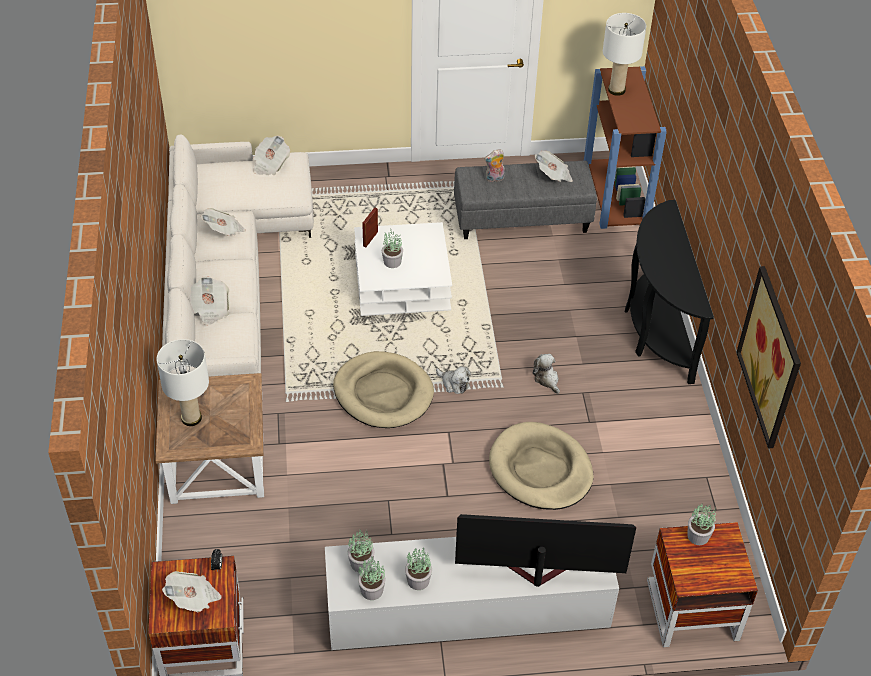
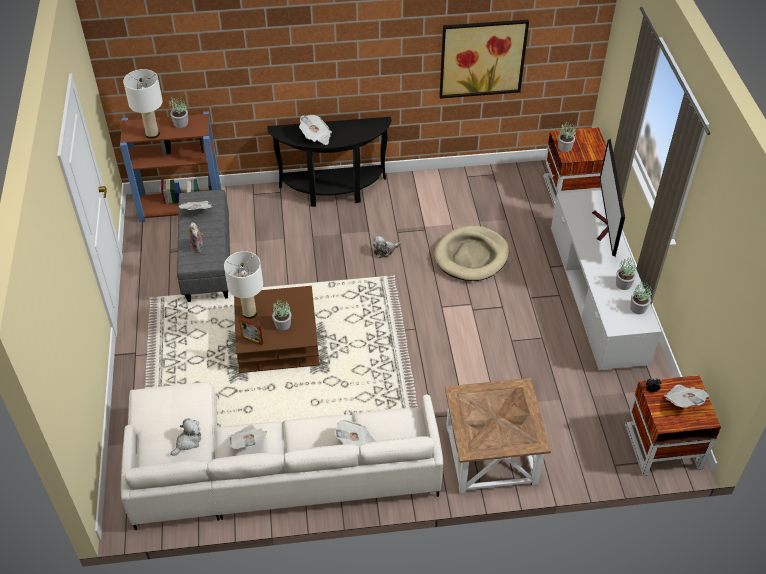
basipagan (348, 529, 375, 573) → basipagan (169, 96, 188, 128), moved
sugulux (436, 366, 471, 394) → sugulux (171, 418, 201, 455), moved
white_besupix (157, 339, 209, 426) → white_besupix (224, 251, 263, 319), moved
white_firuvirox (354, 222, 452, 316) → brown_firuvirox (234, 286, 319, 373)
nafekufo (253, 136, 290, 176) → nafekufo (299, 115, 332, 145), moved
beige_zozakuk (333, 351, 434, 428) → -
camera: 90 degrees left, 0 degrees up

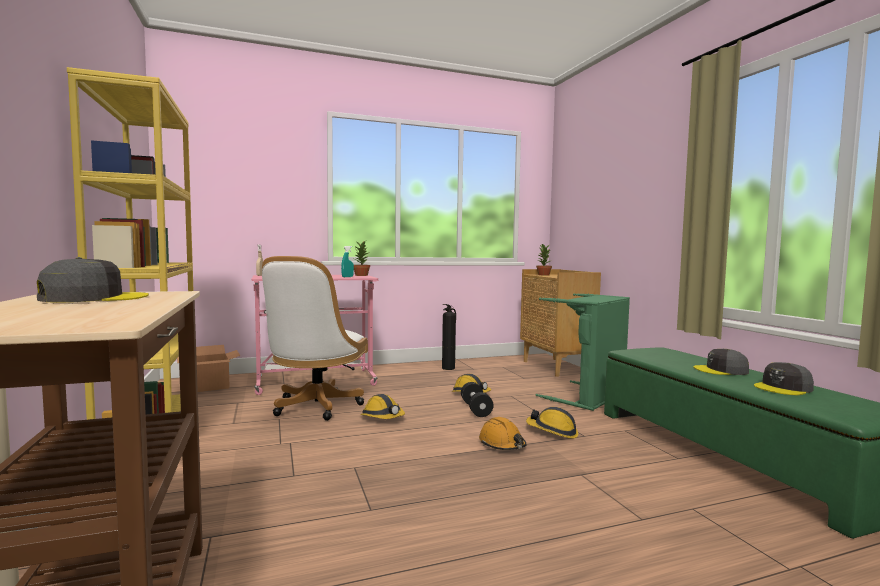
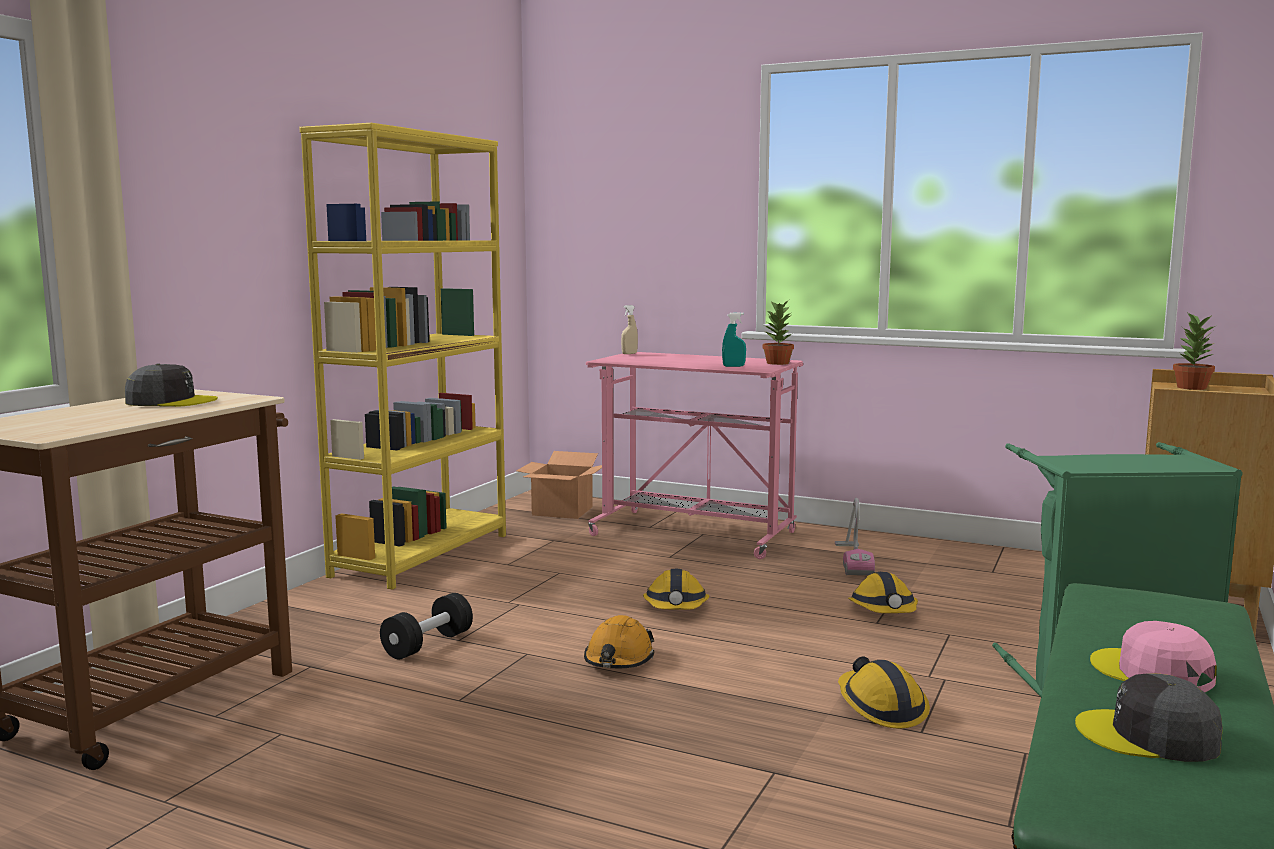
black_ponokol (461, 382, 494, 417) → black_ponokol (380, 593, 473, 660), moved
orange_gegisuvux (479, 417, 526, 450) → orange_gegisuvux (584, 615, 654, 668), moved
- → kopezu (835, 498, 875, 575)
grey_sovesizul (693, 349, 749, 375) → pink_sovesizul (1090, 621, 1217, 692)
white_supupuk (262, 256, 368, 421) → -
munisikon (442, 304, 456, 370) → -
camera: 45 degrees right, 5 degrees up

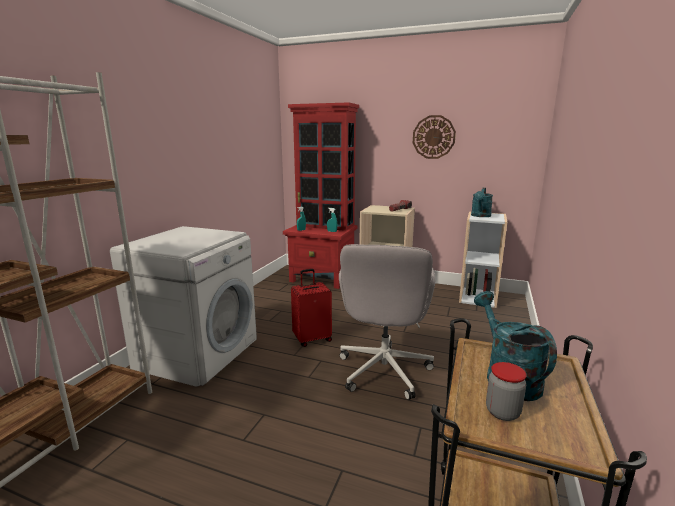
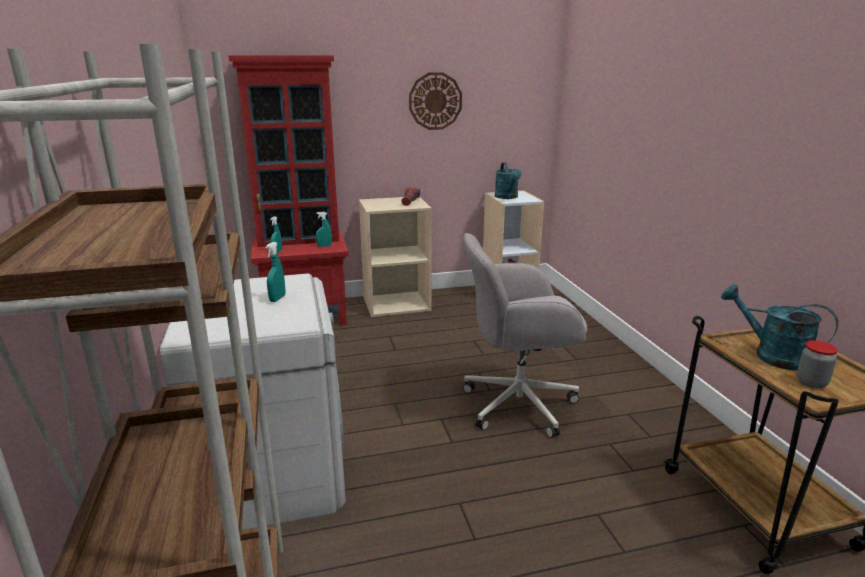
- → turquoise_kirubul (265, 242, 285, 302)
grey_supupuk (339, 244, 435, 400) → grey_supupuk (463, 233, 587, 438), 105 degrees clockwise
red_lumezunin (291, 269, 332, 347) → -
camera: 35 degrees left, 5 degrees up

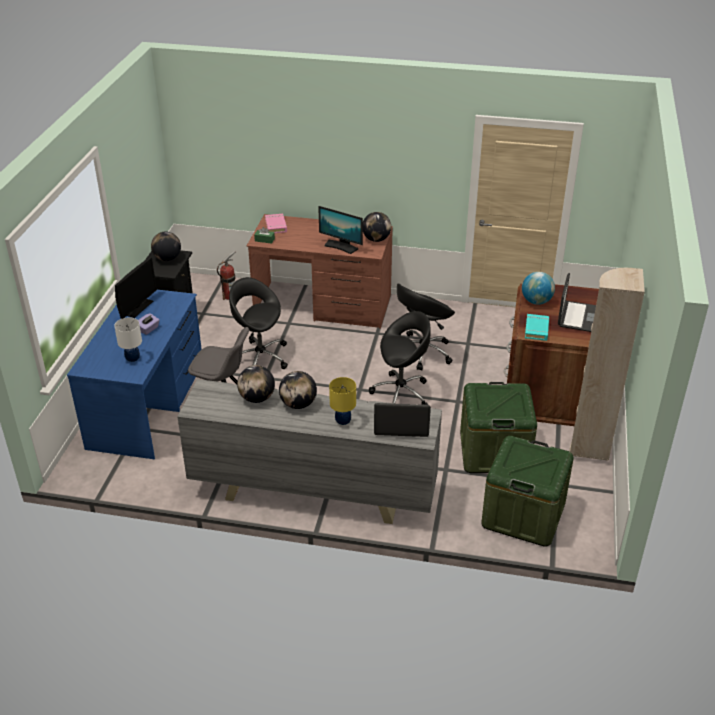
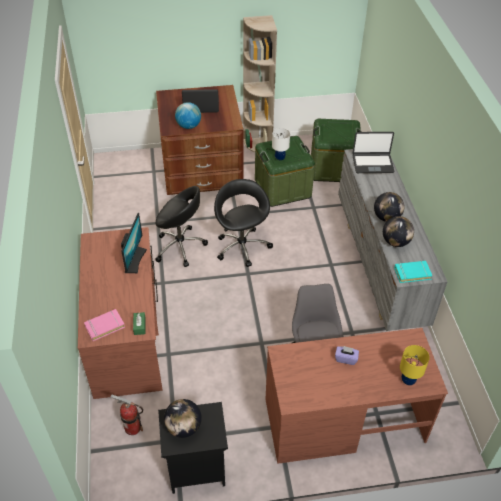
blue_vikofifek (67, 290, 202, 459) → brown_vikofifek (265, 328, 448, 463)
white_besupix (114, 318, 142, 362) → white_besupix (272, 128, 290, 160), moved
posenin (374, 403, 431, 437) → posenin (352, 132, 394, 173), 75 degrees counterclockwise
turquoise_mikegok (525, 314, 549, 341) → turquoise_mikegok (394, 261, 432, 283), moved
yellow_besupix (329, 377, 356, 425) → yellow_besupix (400, 345, 430, 385), moved
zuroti (115, 257, 157, 319) → -
black_supupuk (229, 277, 288, 369) → -
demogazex (363, 212, 391, 242) → -
camera: 110 degrees left, 10 degrees up

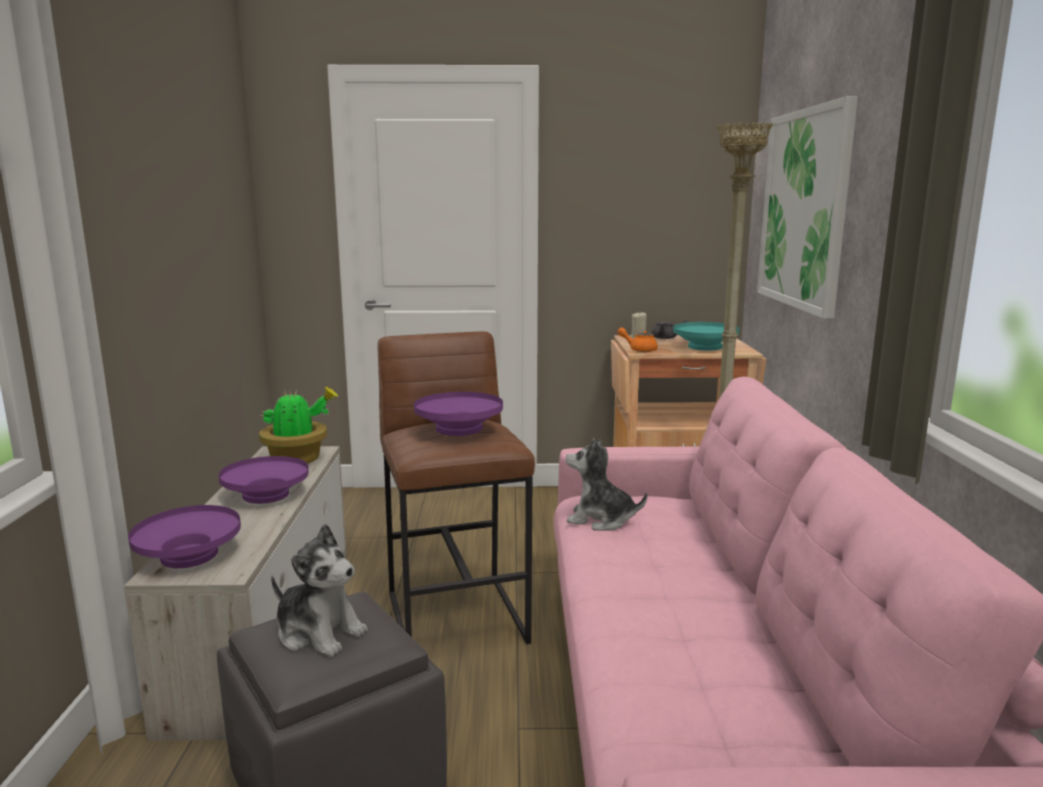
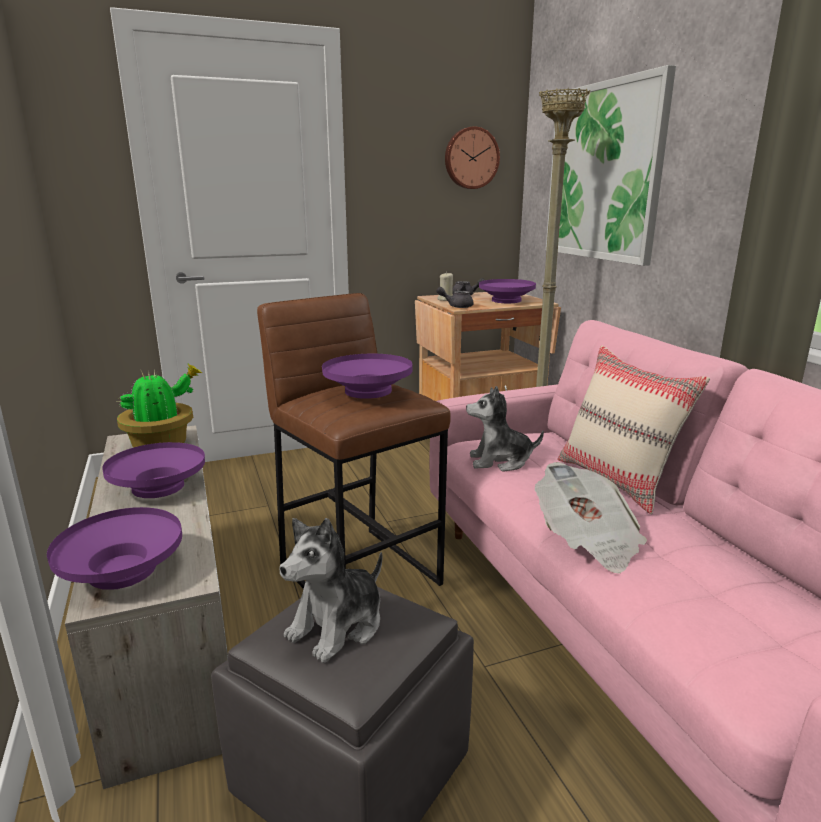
sugulux (271, 524, 368, 657) → sugulux (280, 518, 382, 663), 120 degrees clockwise
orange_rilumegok (617, 328, 658, 352) → grey_rilumegok (436, 287, 474, 308)
- → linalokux (445, 126, 500, 189)
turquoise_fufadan (673, 322, 739, 351) → purple_fufadan (479, 279, 536, 303)
- → nafekufo (535, 462, 647, 574)
- → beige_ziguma (558, 345, 710, 514)
camera: 20 degrees left, 5 degrees up

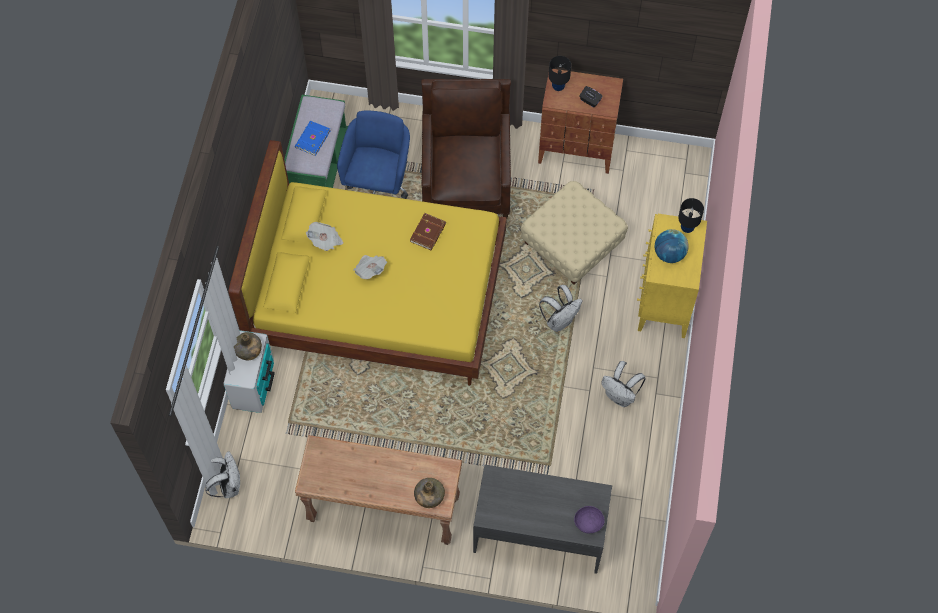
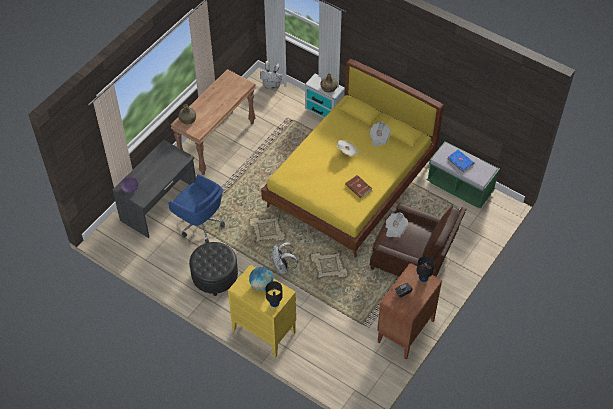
blue_supupuk (337, 110, 410, 199) → blue_supupuk (169, 174, 225, 243), moved
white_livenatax (601, 361, 646, 407) → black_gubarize (189, 242, 238, 296)
- → nafekufo (385, 212, 408, 237)
beige_gubarize (521, 181, 628, 285) → -
camera: 115 degrees right, 10 degrees down

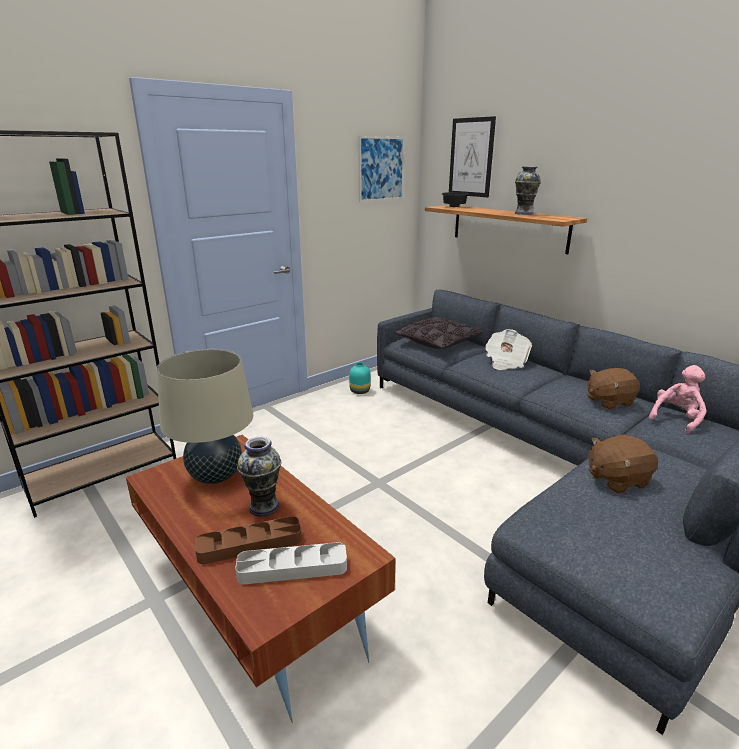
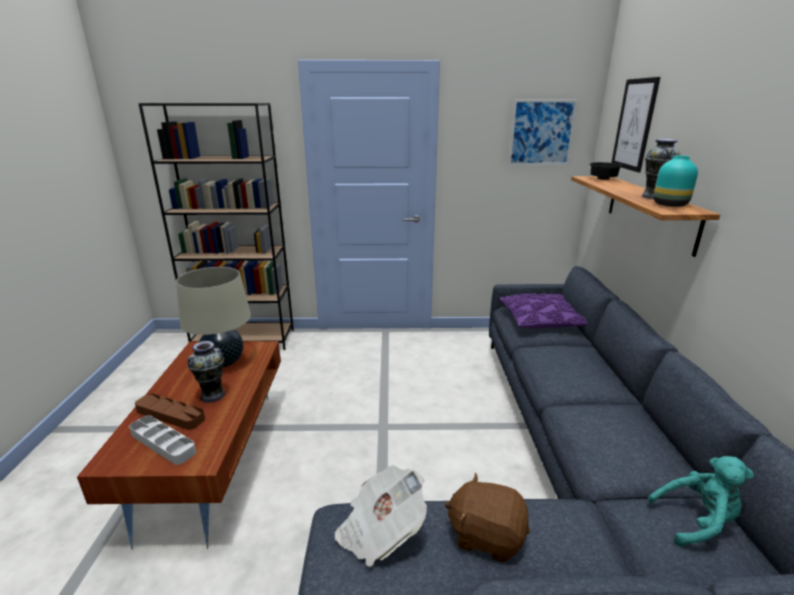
nafekufo (485, 329, 532, 370) → nafekufo (335, 465, 427, 567), moved
black_ziguma (395, 317, 482, 349) → purple_ziguma (499, 293, 588, 328)
pink_sugulux (649, 365, 706, 434) → turquoise_sugulux (647, 456, 754, 547)
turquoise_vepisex (349, 362, 371, 394) → turquoise_vepisex (653, 155, 698, 207), moved
brown_sugulux (587, 368, 640, 410) → -
camera: 40 degrees right, 0 degrees up

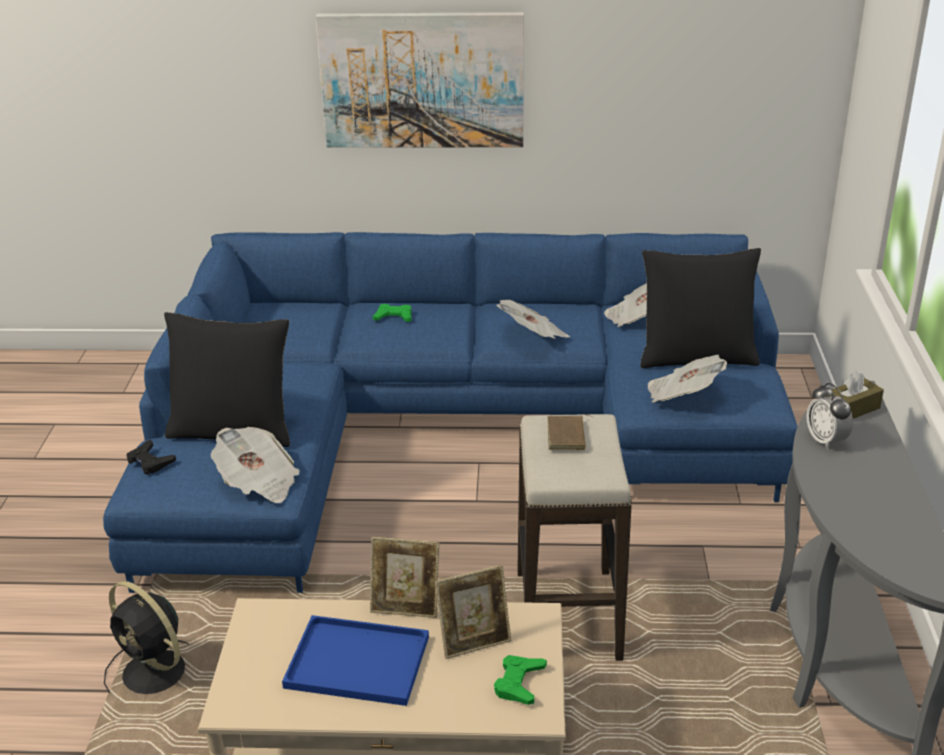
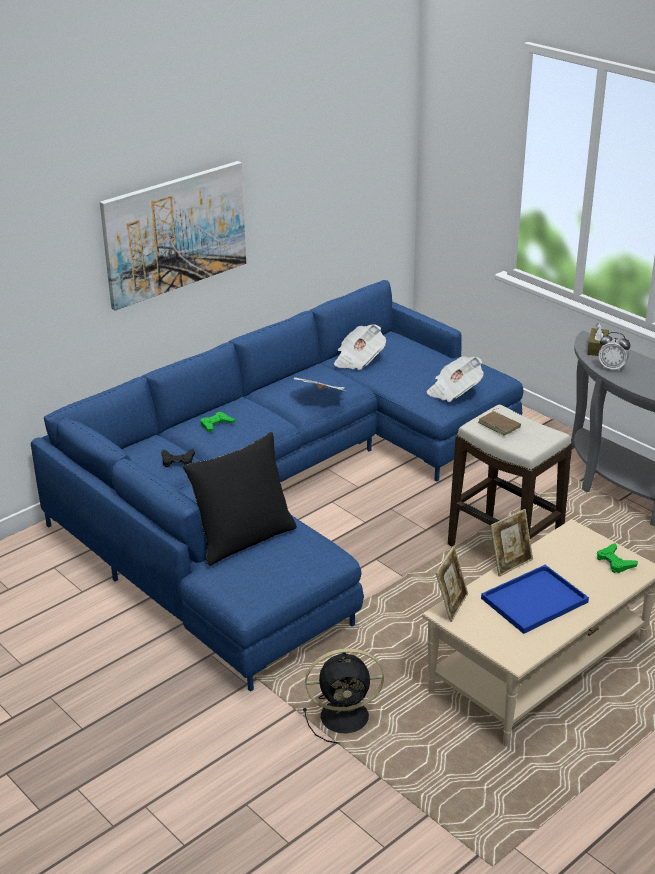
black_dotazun (126, 439, 176, 475) → black_dotazun (161, 449, 195, 467), moved
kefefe (435, 565, 511, 659) → kefefe (436, 546, 468, 622), moved
nafekufo (211, 427, 300, 503) → -
black_ziguma (640, 248, 761, 368) → -
camera: 45 degrees left, 0 degrees up

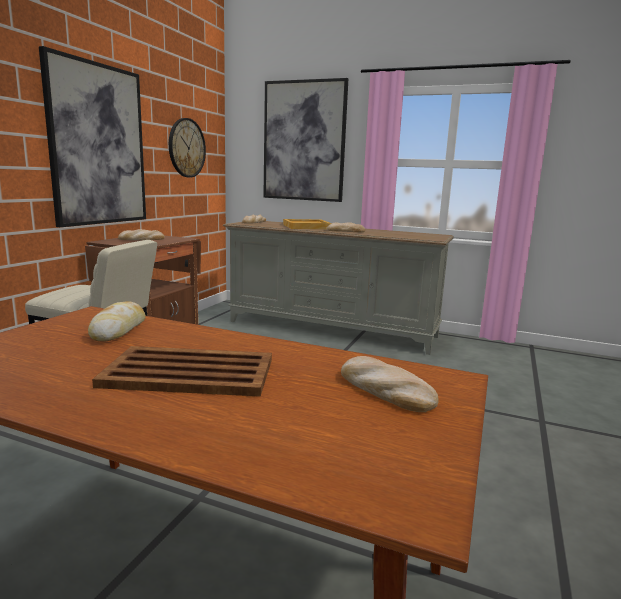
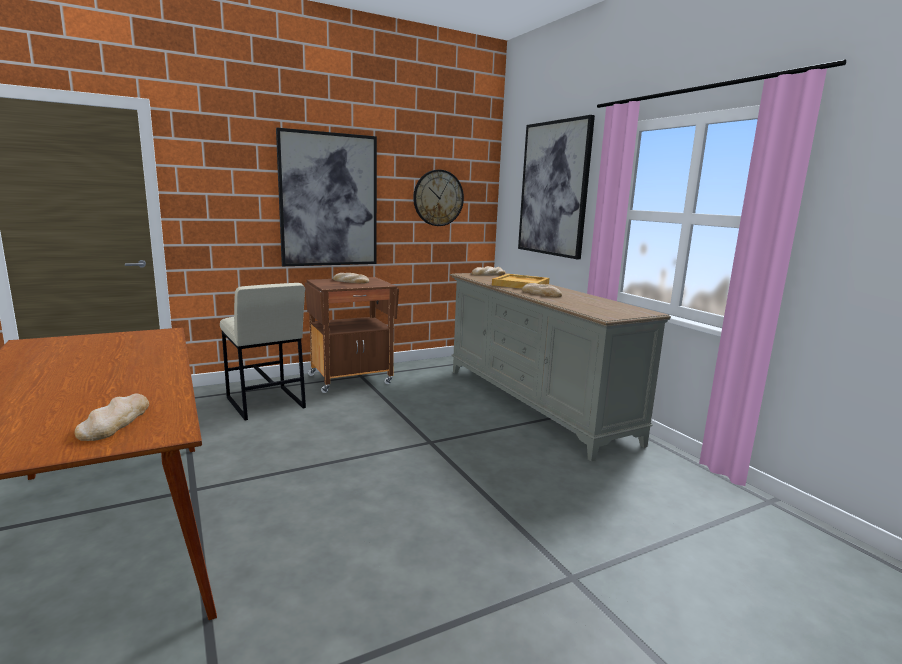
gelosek (88, 301, 146, 342) → -
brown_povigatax (92, 346, 272, 397) → -
camera: 40 degrees right, 0 degrees up

